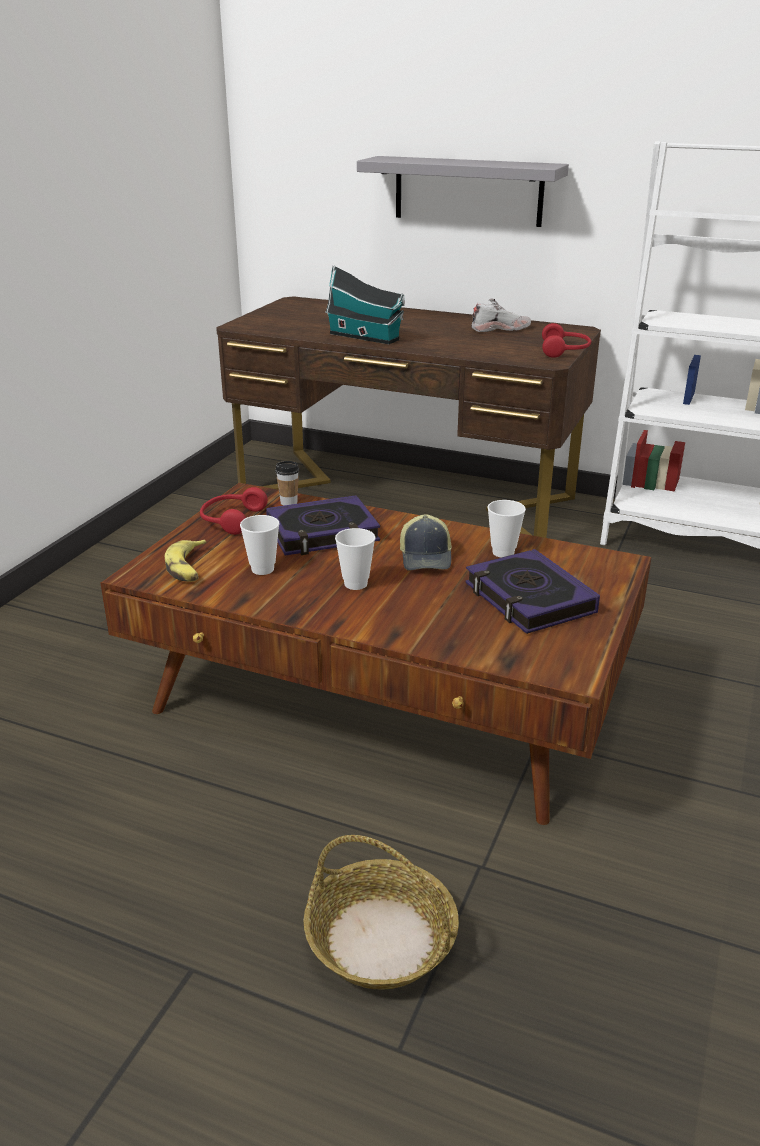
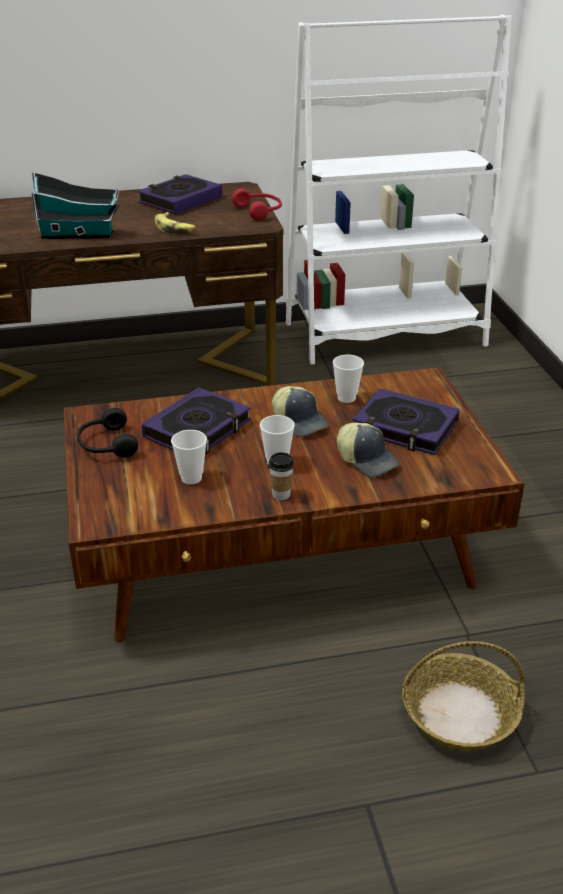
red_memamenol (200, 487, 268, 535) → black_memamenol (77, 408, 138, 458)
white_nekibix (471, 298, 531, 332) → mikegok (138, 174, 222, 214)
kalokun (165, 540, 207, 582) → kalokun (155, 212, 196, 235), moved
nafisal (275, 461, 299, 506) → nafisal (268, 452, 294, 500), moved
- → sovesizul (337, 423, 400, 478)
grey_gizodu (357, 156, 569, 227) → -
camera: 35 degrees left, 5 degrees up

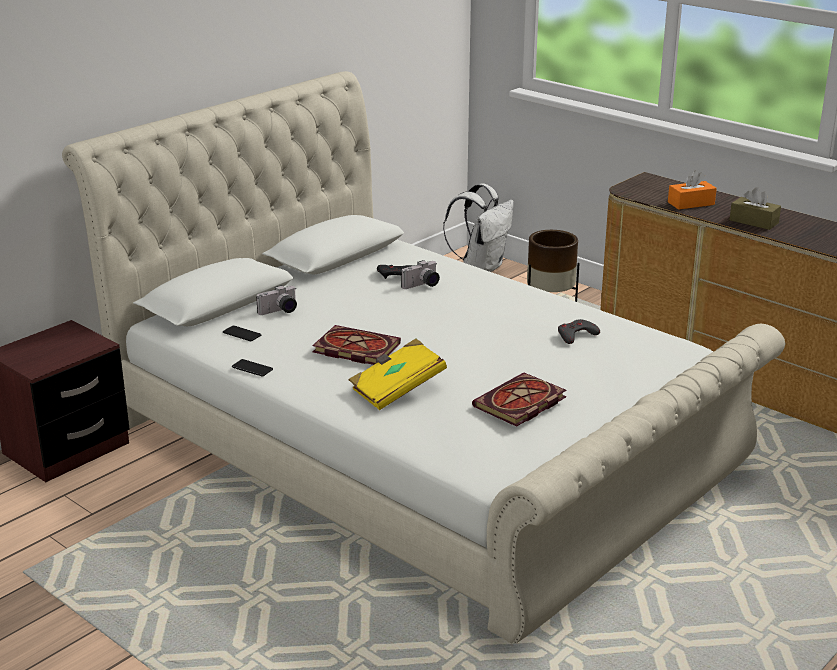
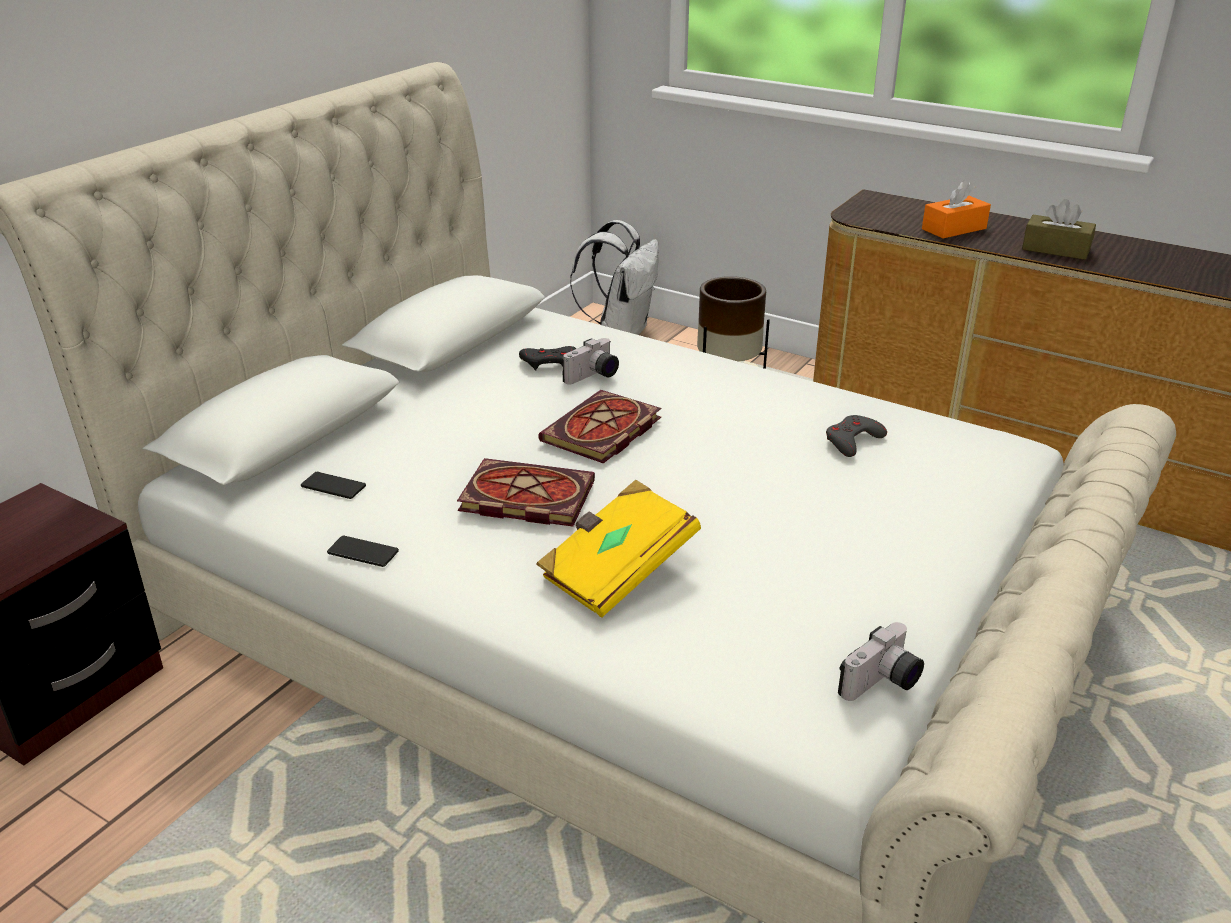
mikegok (472, 372, 567, 427) → mikegok (538, 390, 661, 463), moved
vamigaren (256, 285, 297, 315) → vamigaren (838, 622, 924, 701), moved
camera: 10 degrees left, 5 degrees up

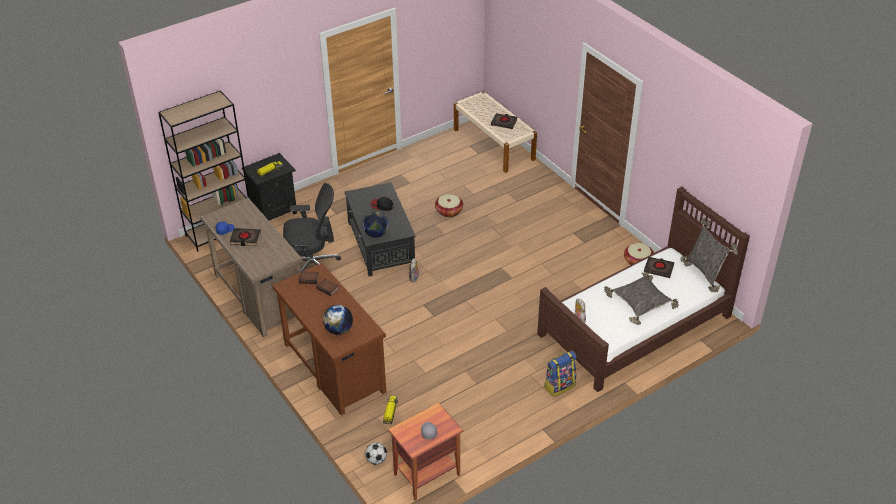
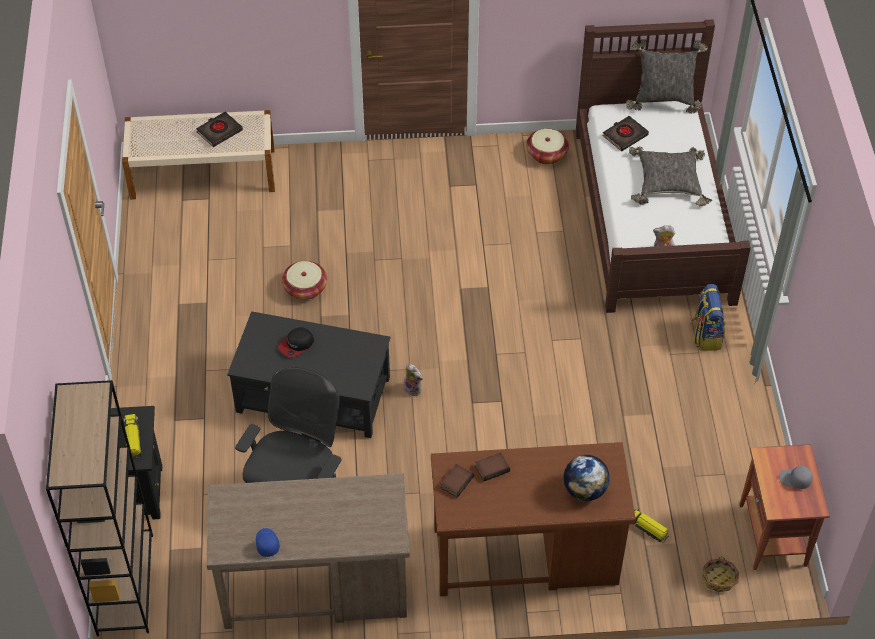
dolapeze (365, 442, 387, 465) → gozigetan (702, 557, 739, 592)
black_mikegok (230, 228, 261, 246) → -
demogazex (363, 212, 389, 238) → -
camera: 60 degrees left, 10 degrees up

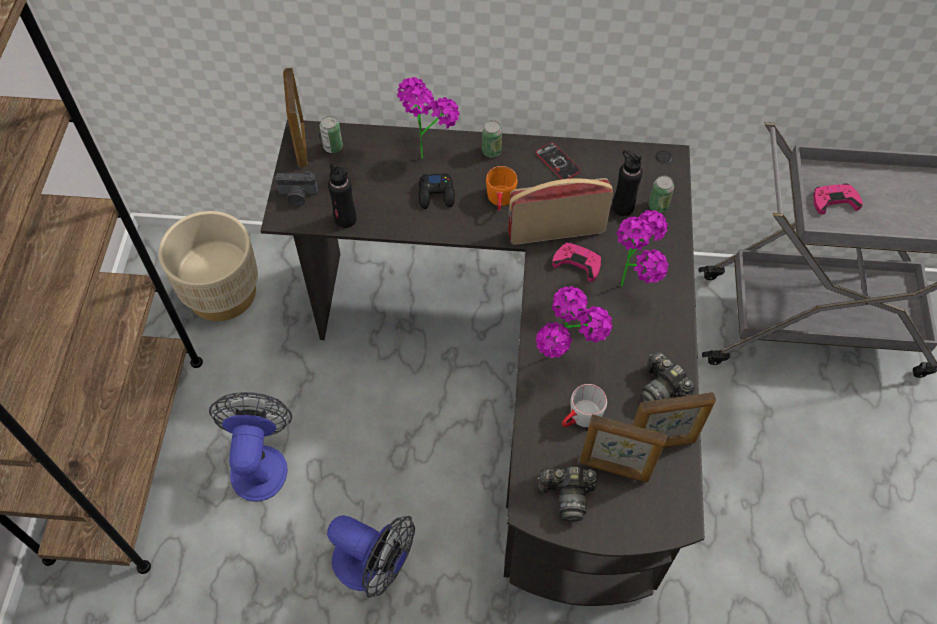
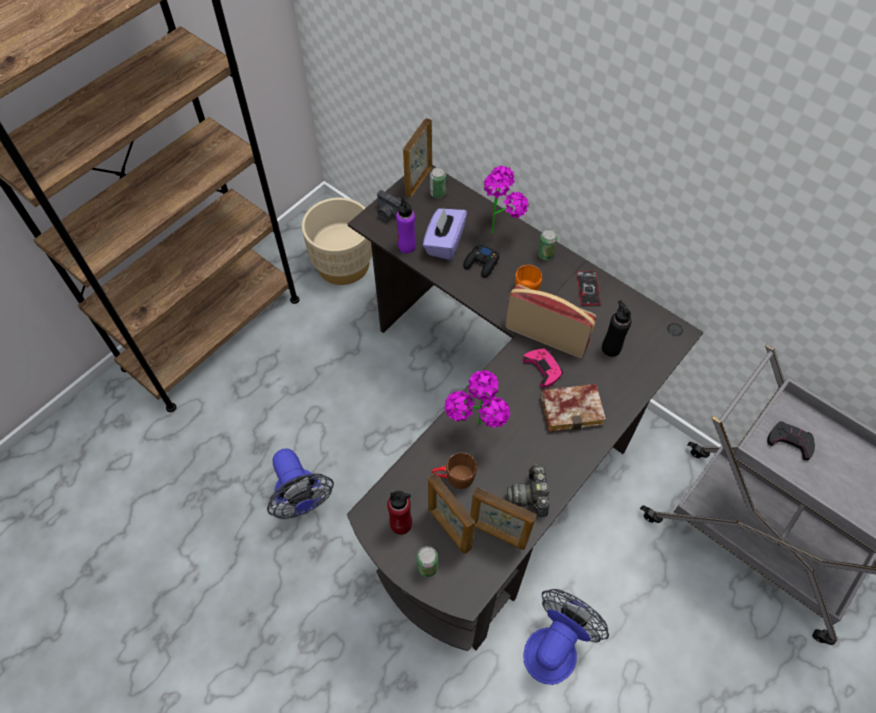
vamigaren (537, 466, 597, 522) → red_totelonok (387, 491, 412, 535)
black_totelonok (328, 164, 357, 228) → purple_totelonok (396, 197, 416, 253)
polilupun (649, 175, 674, 213) → polilupun (417, 546, 438, 577), moved
- → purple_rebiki (423, 208, 467, 260)
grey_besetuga (562, 384, 607, 427) → brown_besetuga (432, 452, 477, 489)
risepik (209, 392, 292, 501) → risepik (523, 589, 609, 685), moved
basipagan (617, 210, 669, 286) → mikegok (540, 384, 606, 432)
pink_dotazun (813, 183, 863, 215) → black_dotazun (767, 421, 815, 460)
camera: 35 degrees right, 0 degrees up

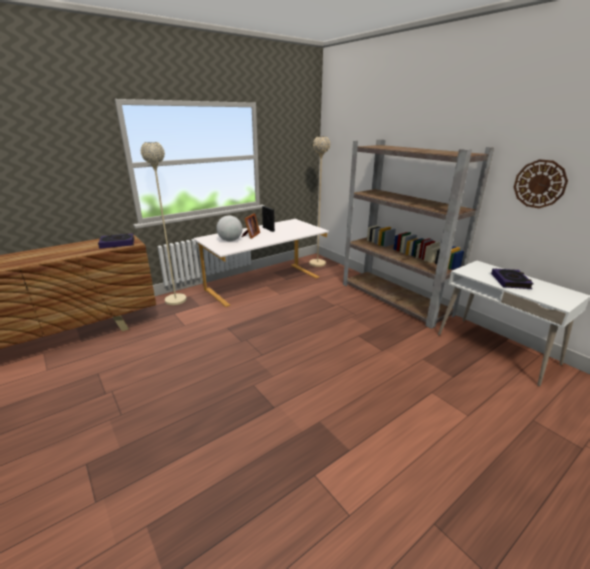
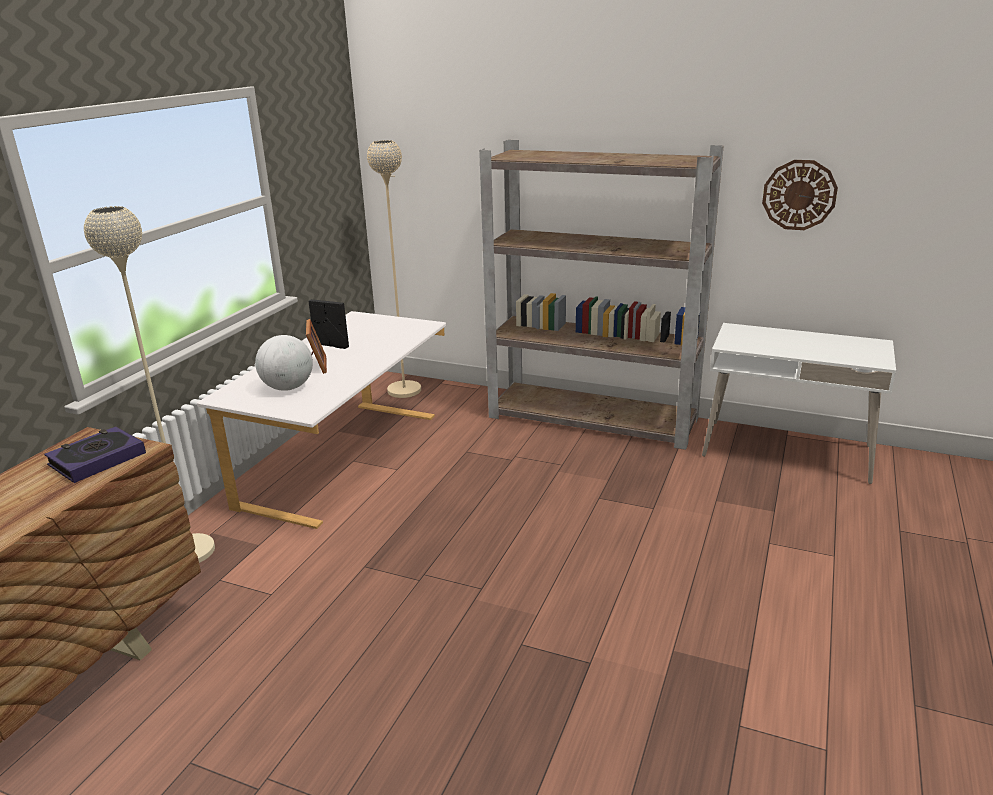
mikegok (491, 268, 534, 289) → -
camera: 30 degrees left, 0 degrees up

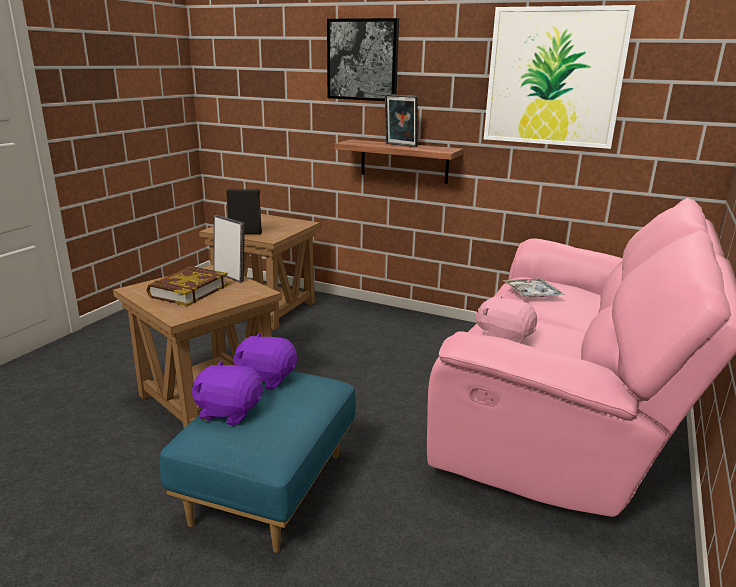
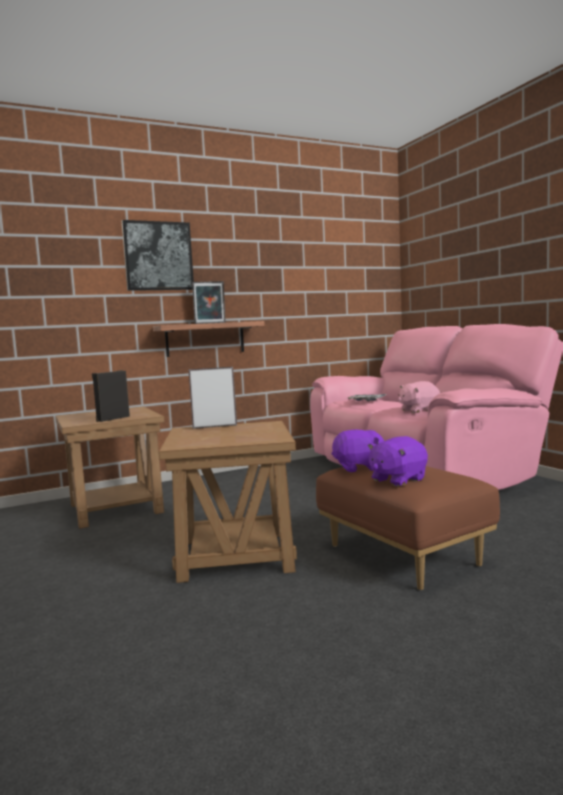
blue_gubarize (160, 371, 356, 553) → brown_gubarize (316, 464, 500, 590)
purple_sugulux (233, 333, 297, 390) → purple_sugulux (332, 430, 384, 472), 150 degrees counterclockwise
mikegok (147, 266, 229, 306) → -
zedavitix (484, 5, 636, 149) → -
camera: 50 degrees left, 15 degrees down

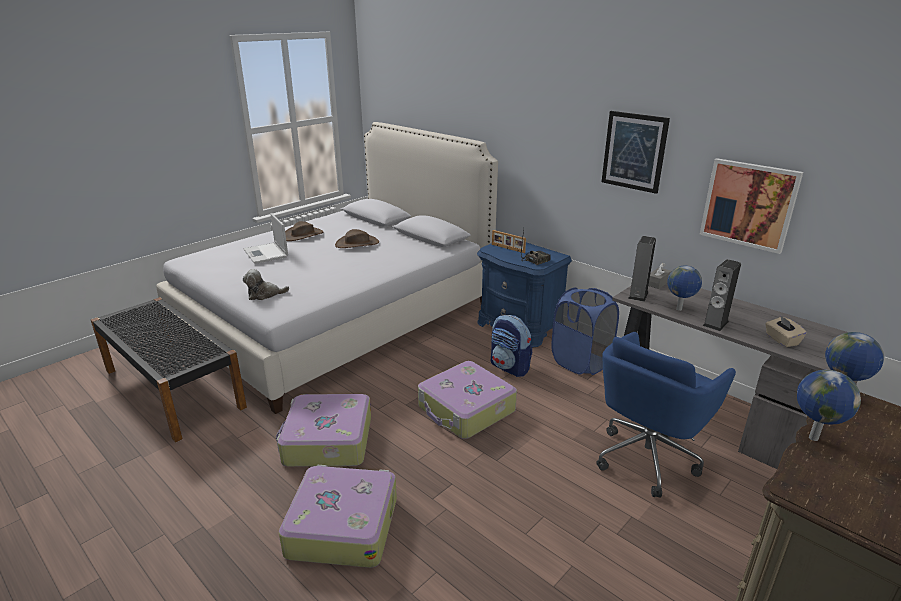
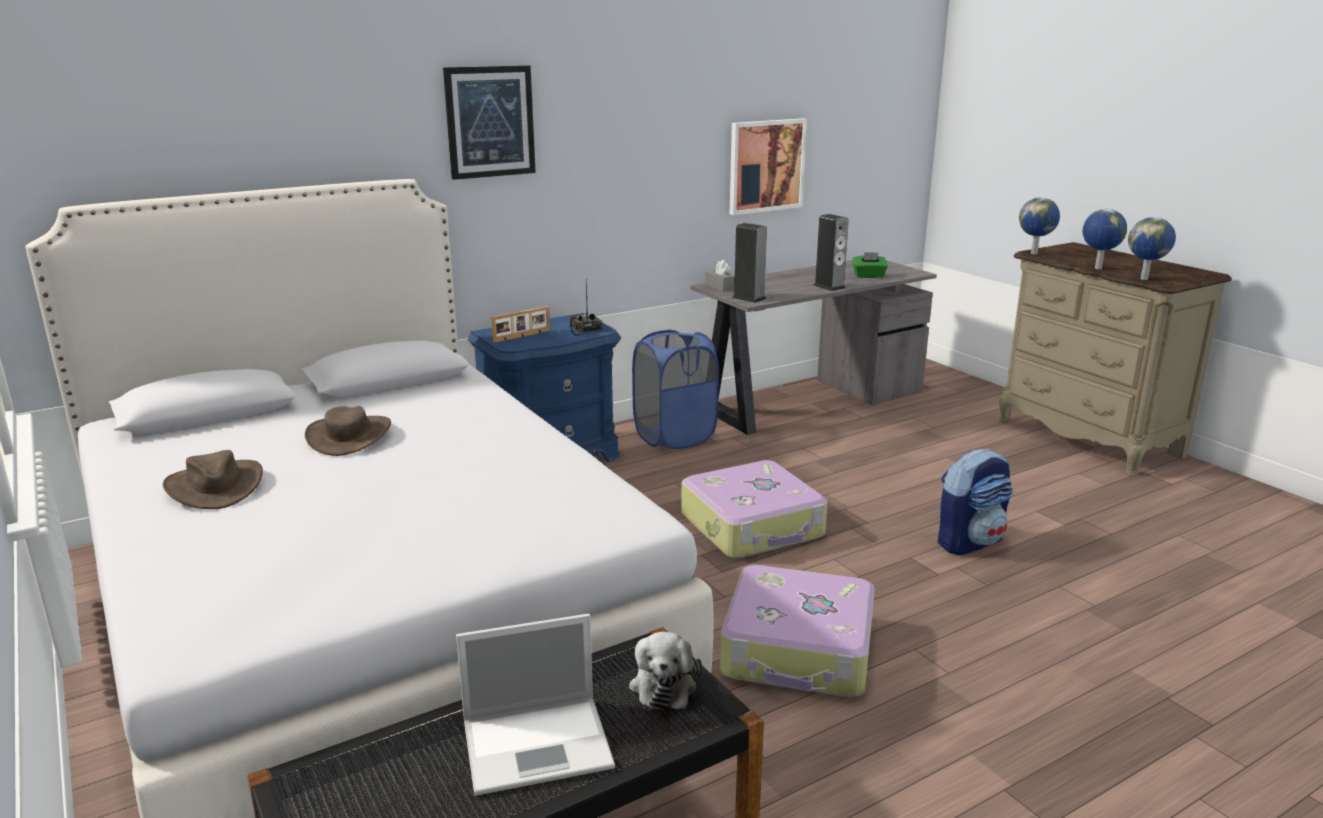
zedavitix (602, 111, 670, 194) → zedavitix (443, 65, 536, 180), moved
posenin (243, 213, 288, 264) → posenin (456, 614, 615, 796), moved
sugulux (243, 269, 289, 300) → sugulux (629, 632, 702, 709), moved
beige_rebiki (765, 316, 807, 347) → green_rebiki (852, 252, 888, 278)
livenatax (491, 315, 532, 377) → livenatax (938, 449, 1013, 555), moved
demogazex (667, 266, 702, 311) → demogazex (1128, 217, 1176, 280), moved
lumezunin (279, 465, 397, 568) → -
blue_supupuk (596, 332, 736, 498) → -
camera: 75 degrees left, 5 degrees down

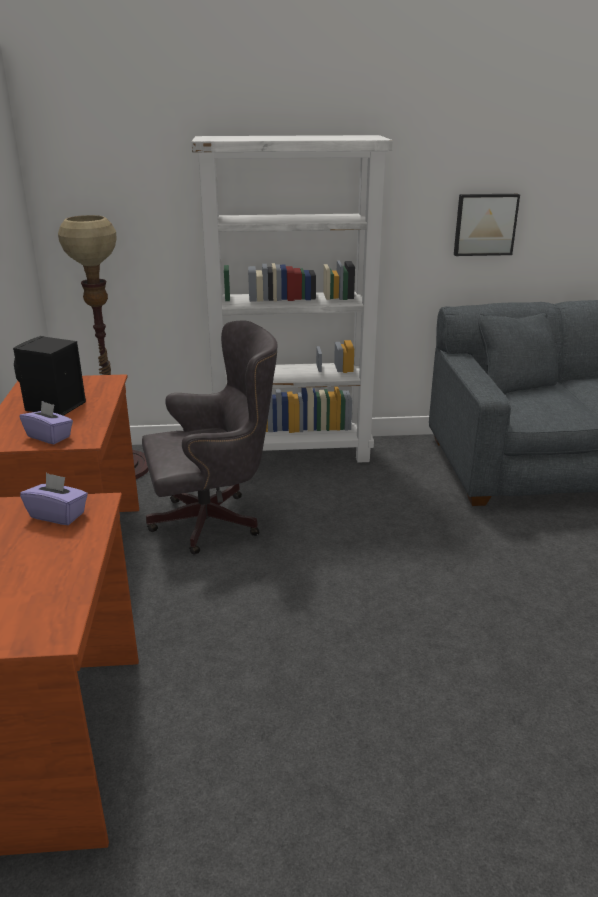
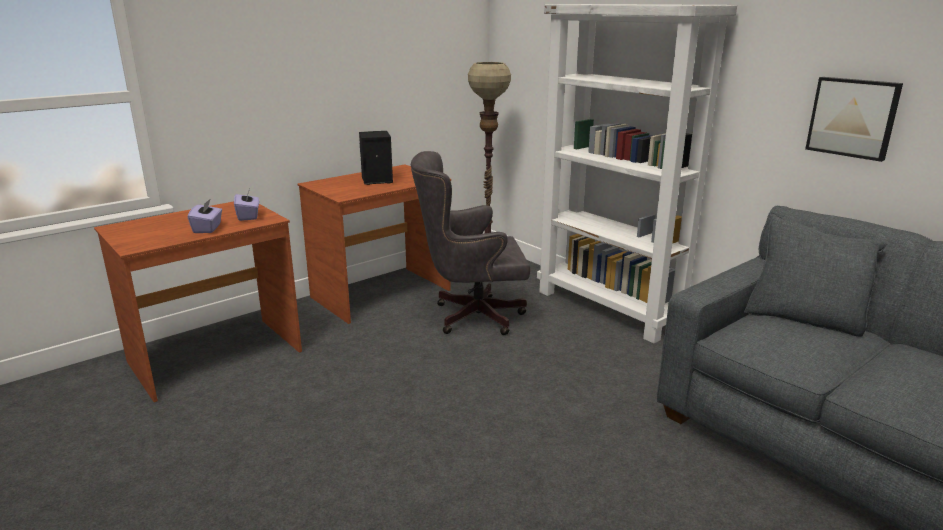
purple_rebiki (20, 401, 73, 444) → purple_rebiki (188, 199, 222, 233), moved
grey_supupuk (142, 321, 278, 554) → grey_supupuk (411, 151, 530, 335), 135 degrees clockwise
camera: 55 degrees right, 5 degrees down

